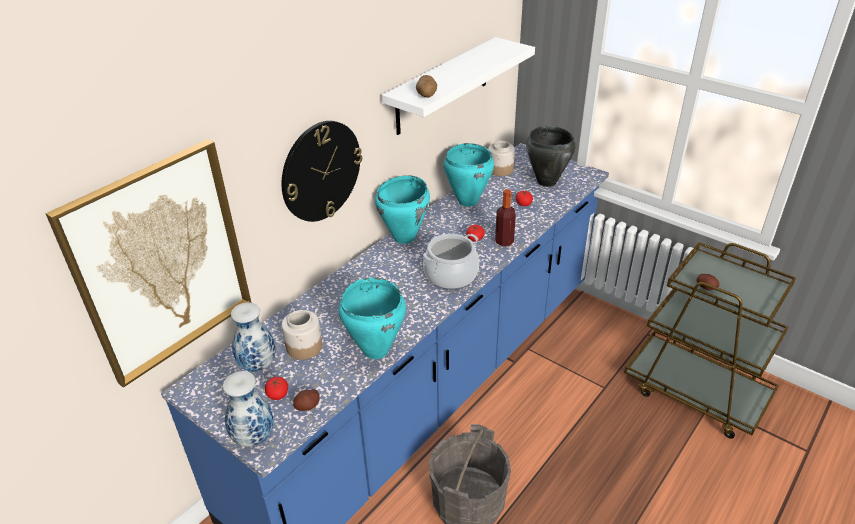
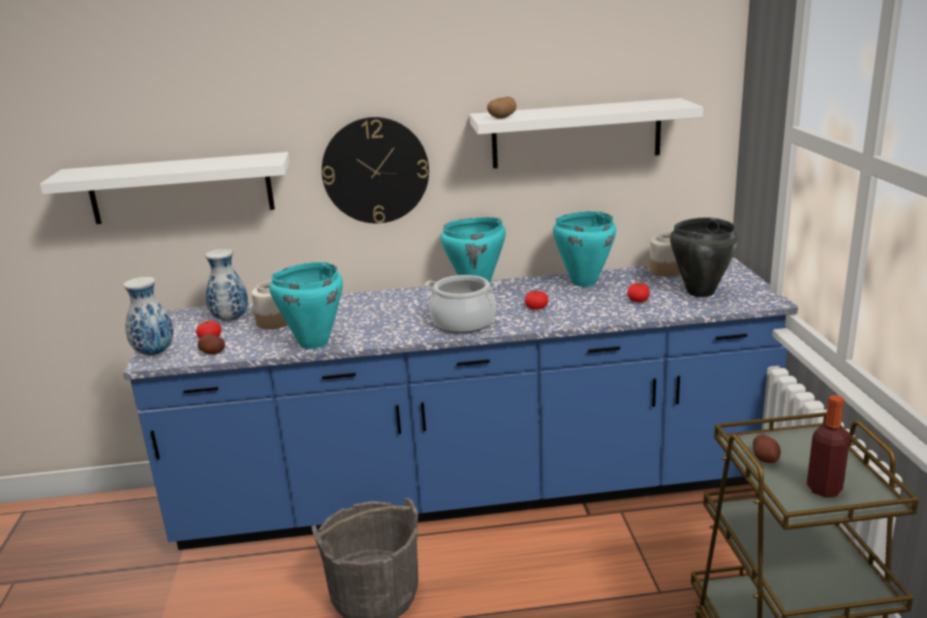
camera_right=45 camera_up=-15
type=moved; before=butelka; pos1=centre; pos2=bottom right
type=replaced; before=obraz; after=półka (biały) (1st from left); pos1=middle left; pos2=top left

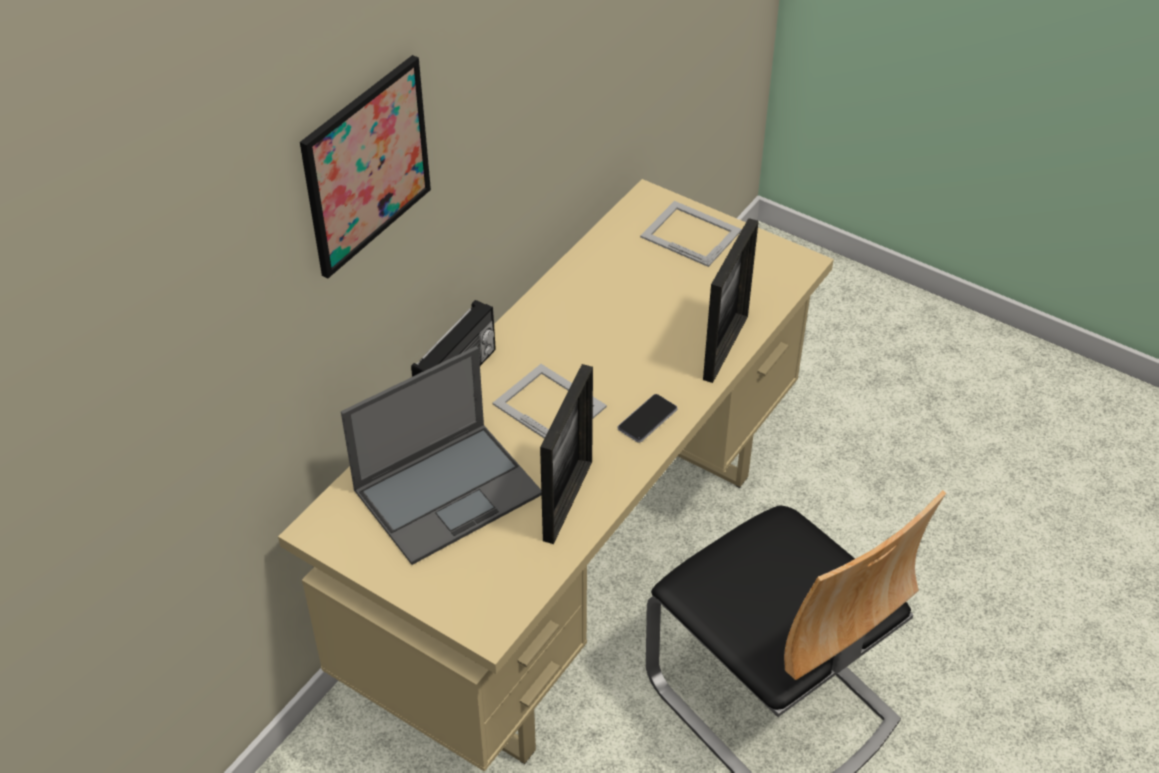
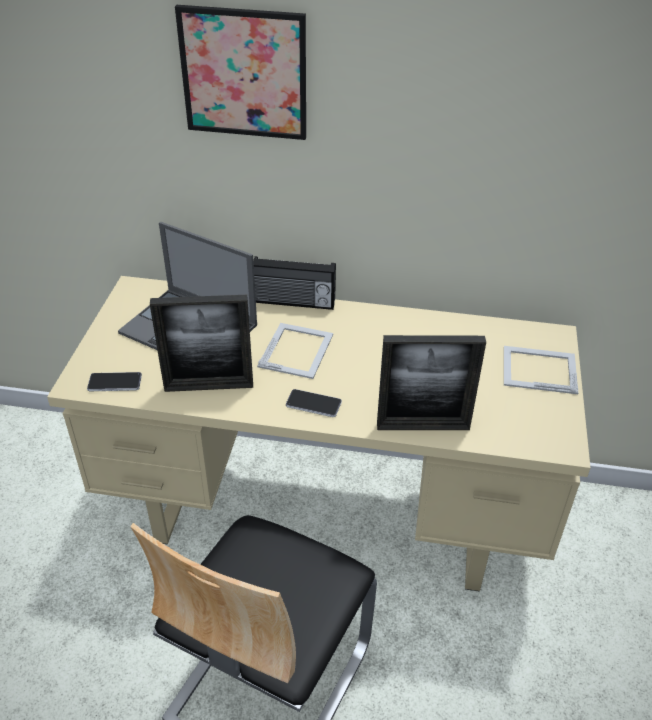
camera_right=65 camera_up=-5
type=added; after=telefon (1st from left); pos2=middle left
type=turned; before=ramka na zdjęcie (3rd from left in the first image); pos1=top centre; pos2=middle right; turn=-90

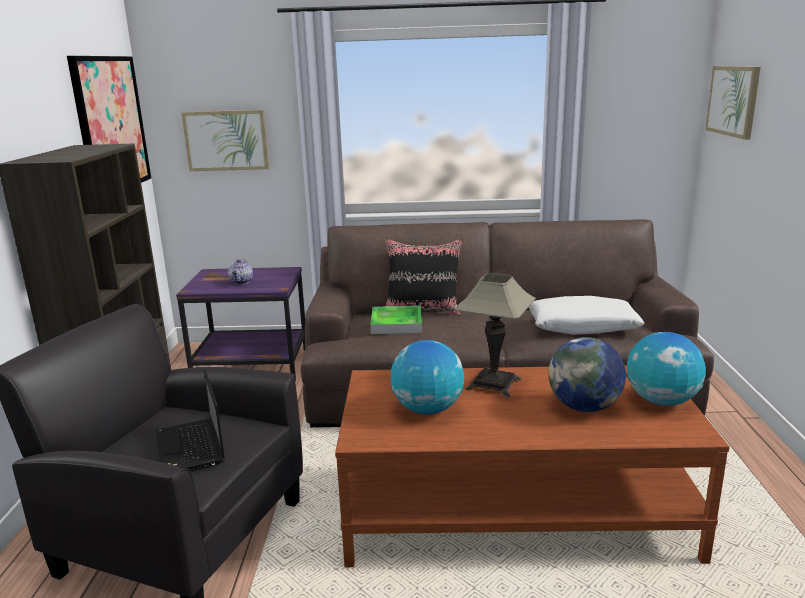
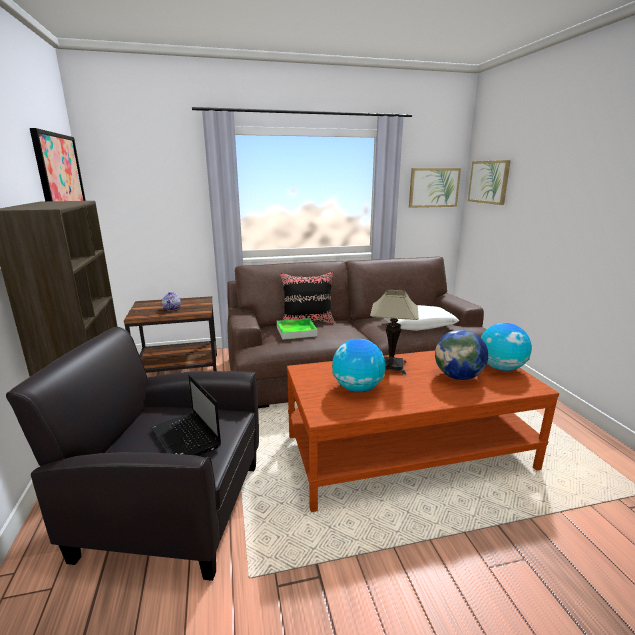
camera_right=-15 camera_up=0
type=moved; before=obraz (2nd from left); pos1=top left; pos2=top right
type=recoloured; before=stolik (fioletowy); after=stolik (brązowy); pos1=middle left; pos2=middle left

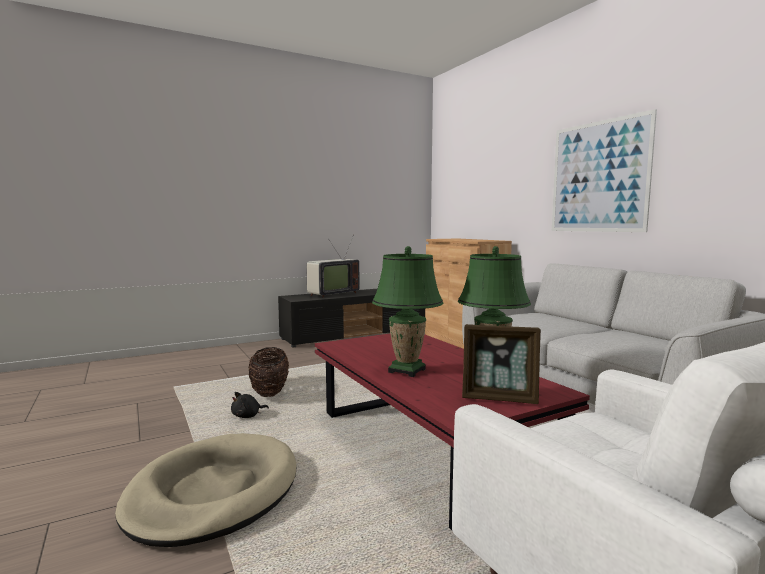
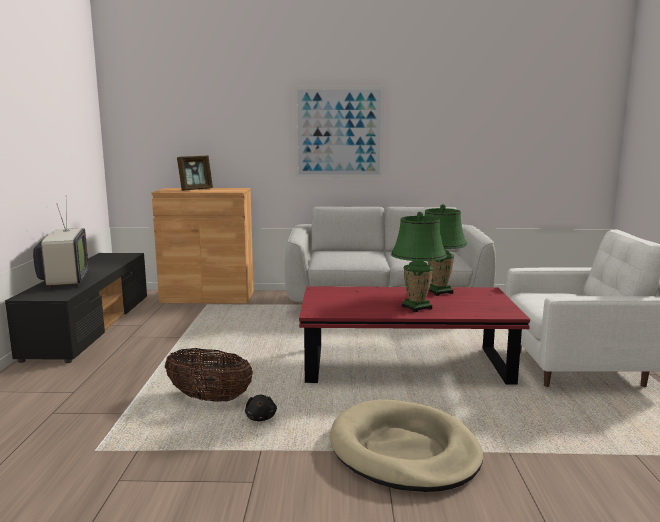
camera_right=-60 camera_up=5
type=moved; before=ramka na zdjęcie; pos1=centre; pos2=top left

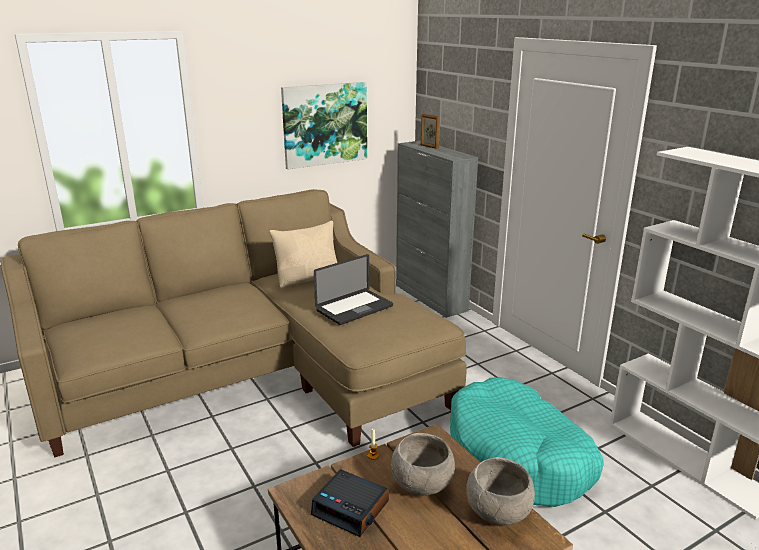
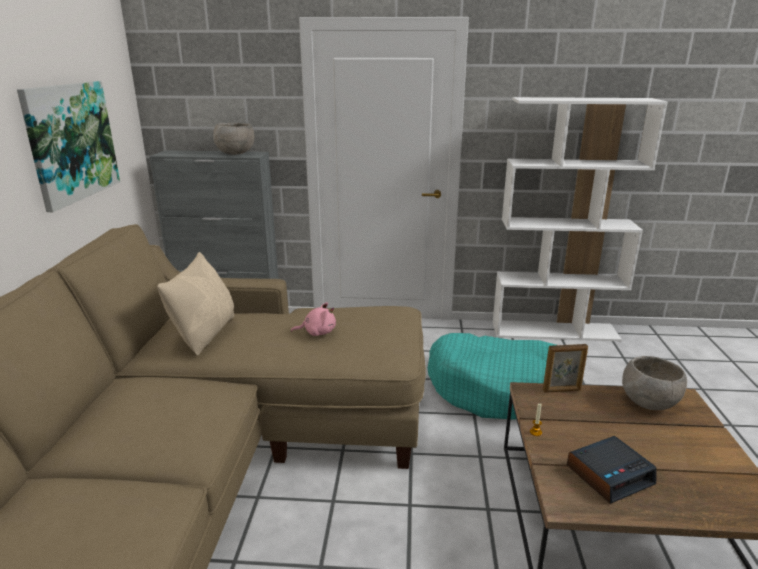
camera_right=-55 camera_up=0
type=moved; before=miska (szary) (1st from left); pos1=bottom centre; pos2=top left
type=moved; before=ramka na zdjęcie; pos1=top centre; pos2=middle right
type=replaced; before=laptop; after=pluszak (różowy); pos1=centre; pos2=centre

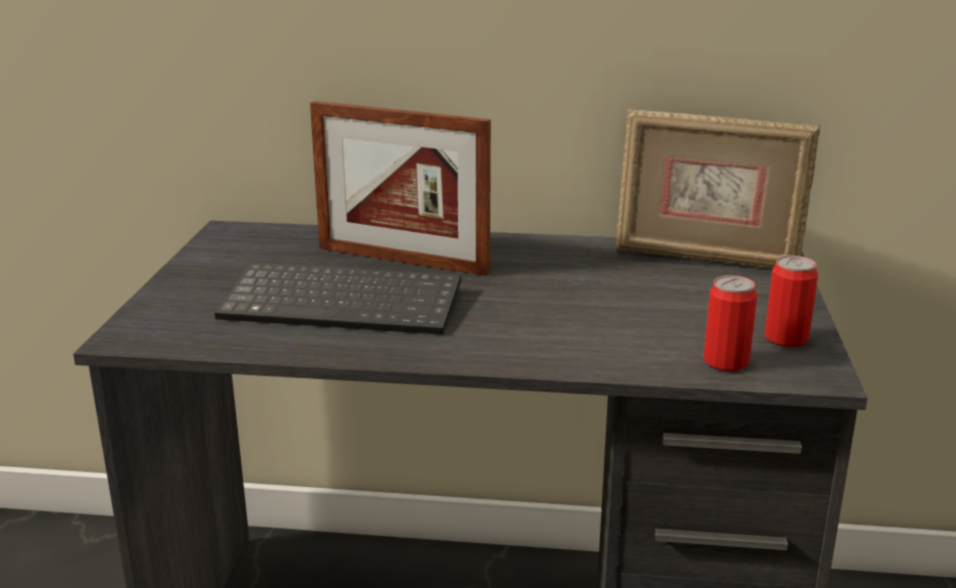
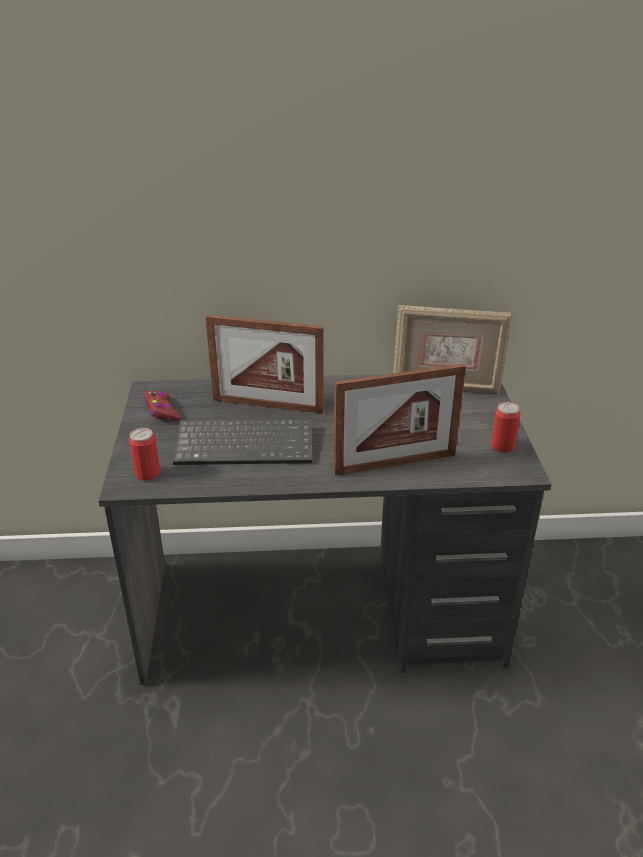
camera_right=-10 camera_up=10
type=added; after=pad do gier (czerwony); pos2=middle left
type=added; after=ramka na zdjęcie (2nd from left); pos2=centre
type=moved; before=puszka (1st from left); pos1=middle right; pos2=middle left

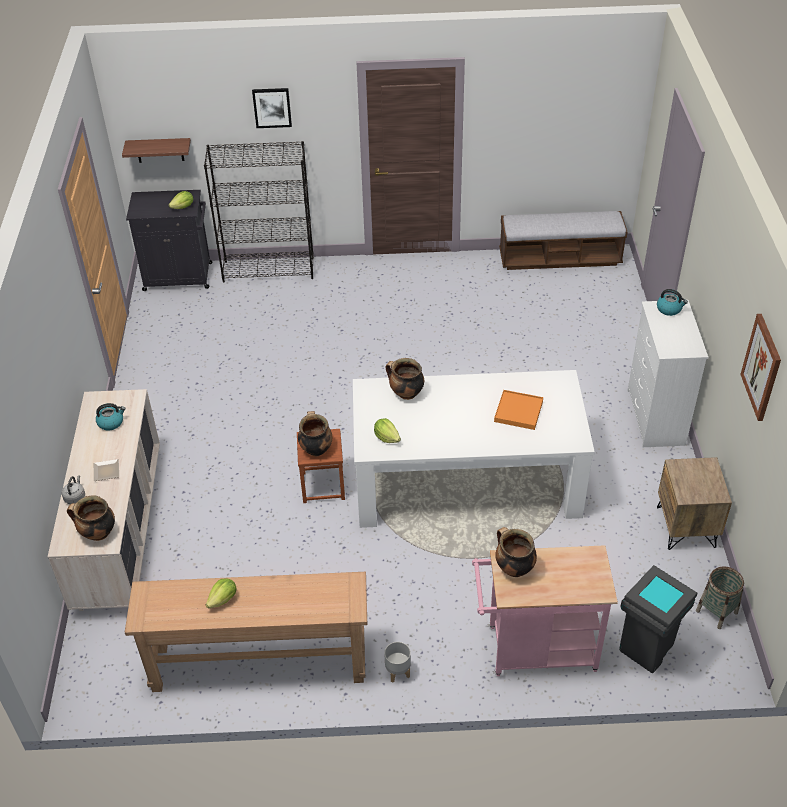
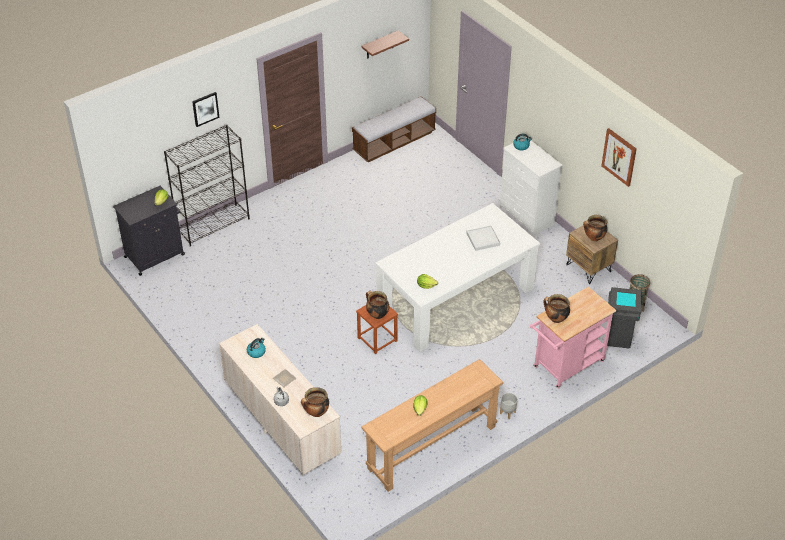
camera_right=-35 camera_up=0
type=moved; before=półka; pos1=top left; pos2=top centre
type=moved; before=garnek (3rd from left in the first image); after=garnek (4th from left); pos1=centre; pos2=middle right
type=recoloured; before=taca (pomarańczowy); after=taca (biały); pos1=centre; pos2=centre

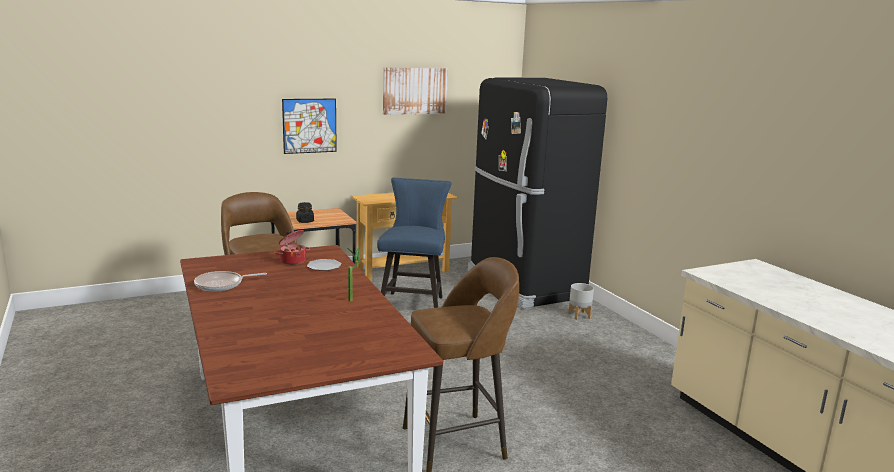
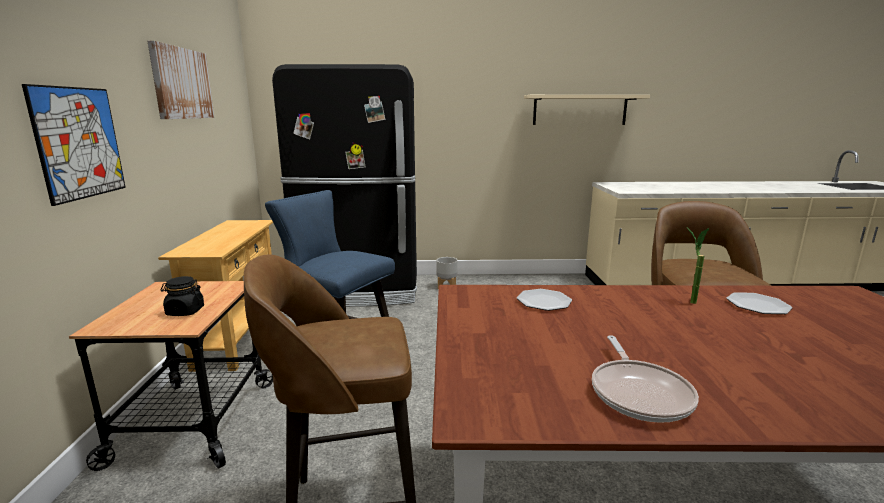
camera_right=-65 camera_up=0
type=removed; before=garnek; pos1=middle left
type=added; after=półka (beżowy); pos2=top centre
type=added; after=talerz (2nd from left); pos2=middle right

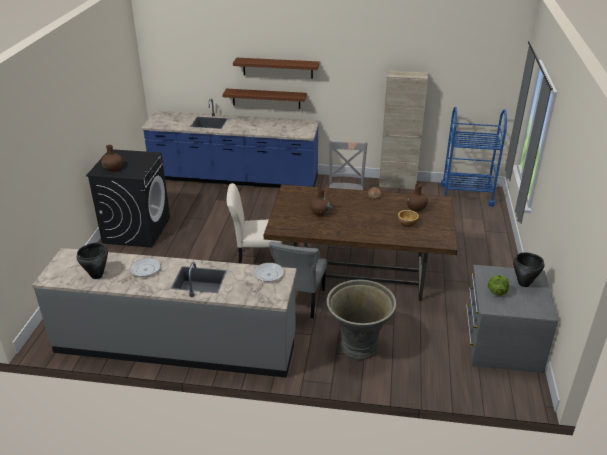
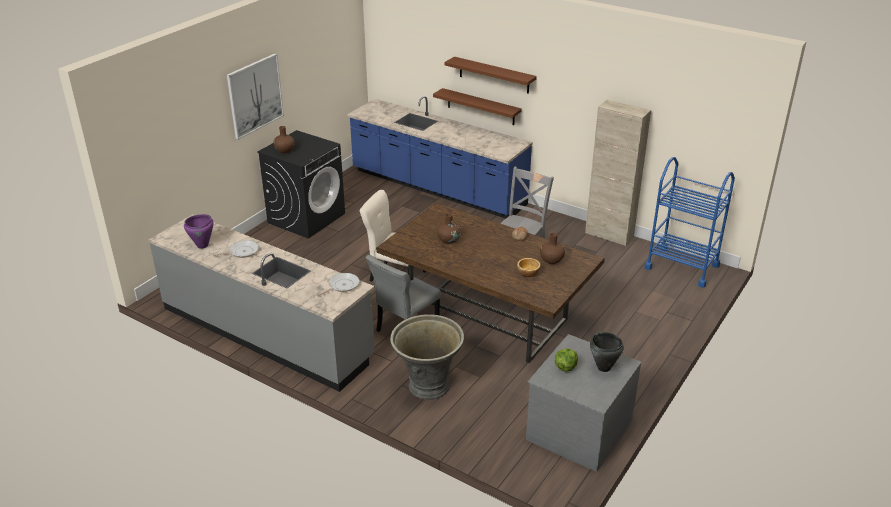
camera_right=25 camera_up=0
type=added; after=obraz; pos2=top left
type=recoloured; before=garnek (czarny) (1st from left); after=garnek (fioletowy); pos1=middle left; pos2=middle left

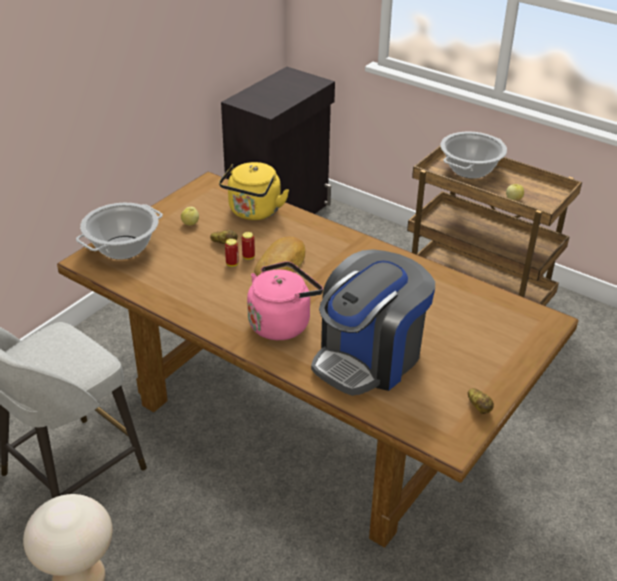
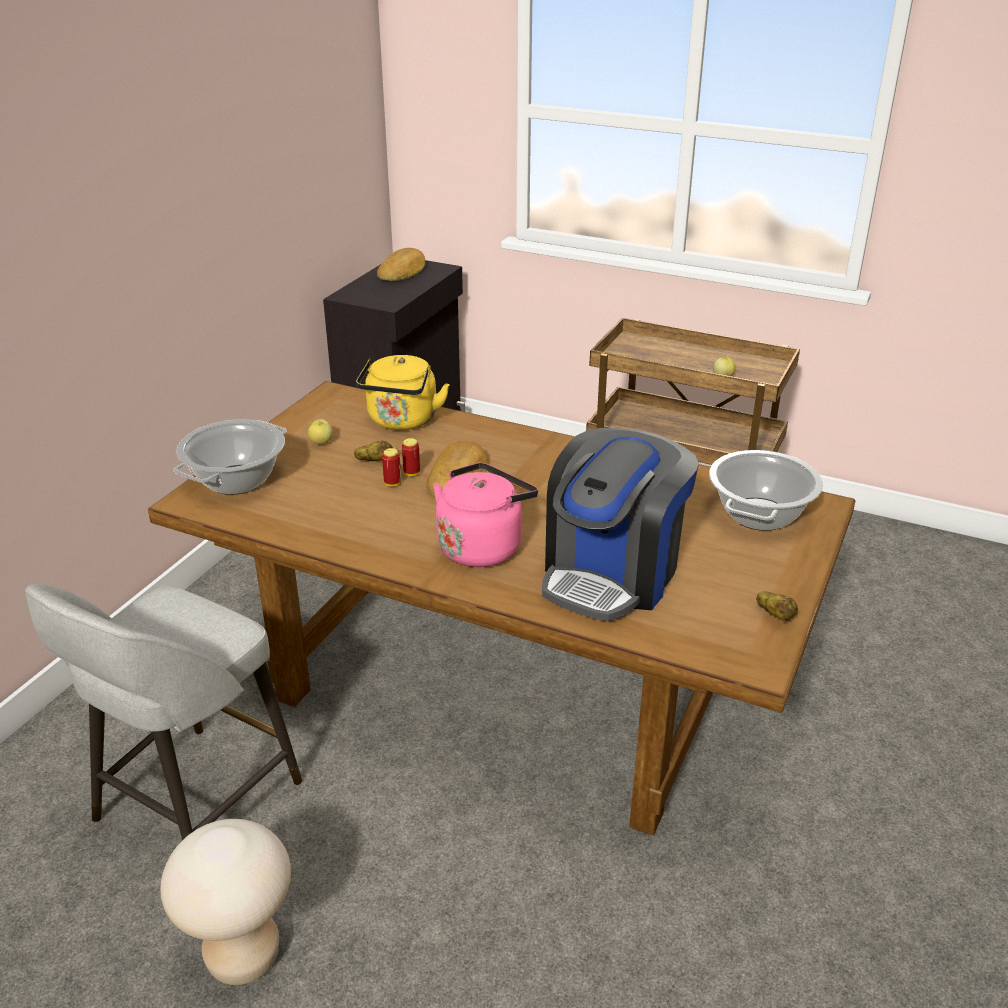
camera_right=-10 camera_up=-5
type=added; after=chleb (1st from left); pos2=top centre
type=moved; before=garnek (2nd from left); pos1=top right; pos2=middle right

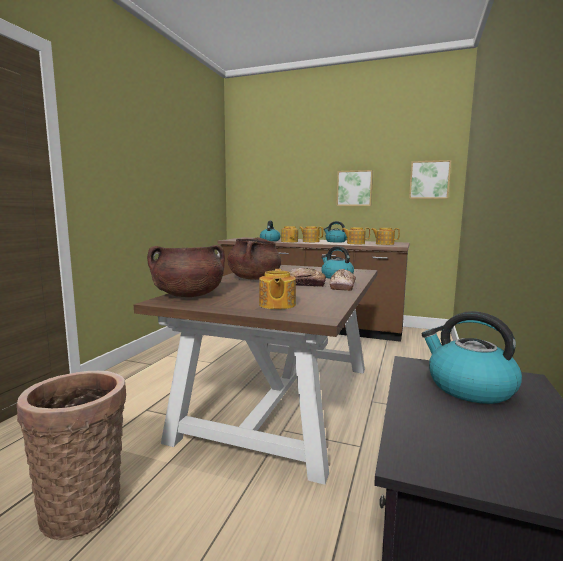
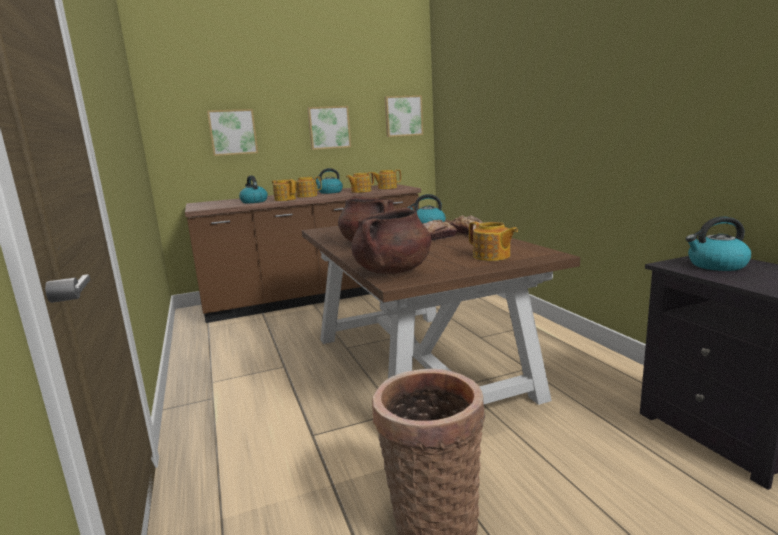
camera_right=-40 camera_up=5
type=added; after=obraz (1st from left); pos2=top left

